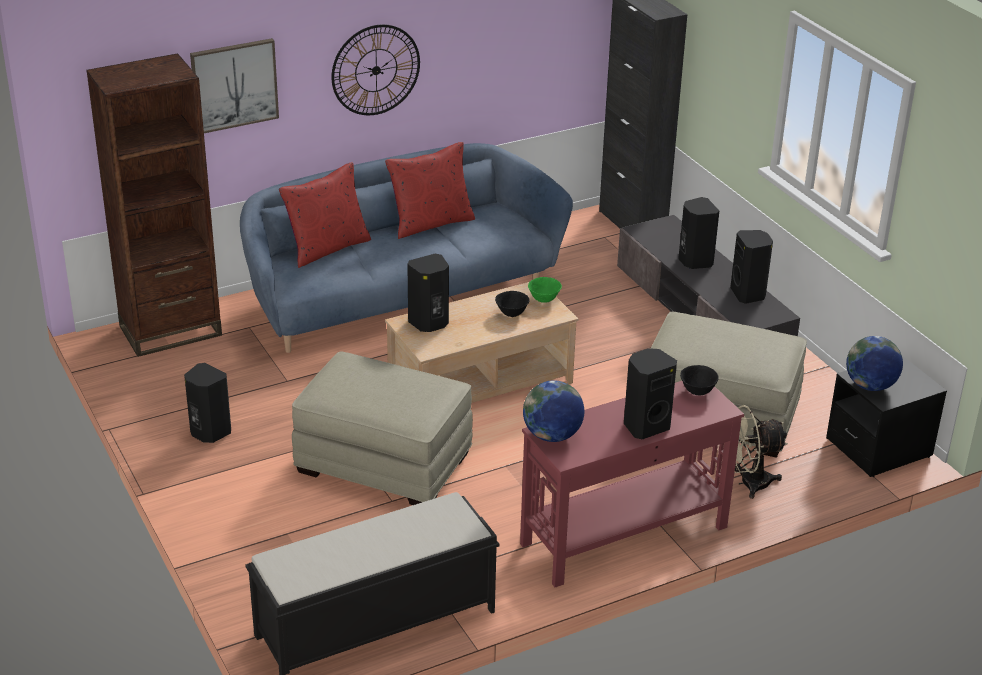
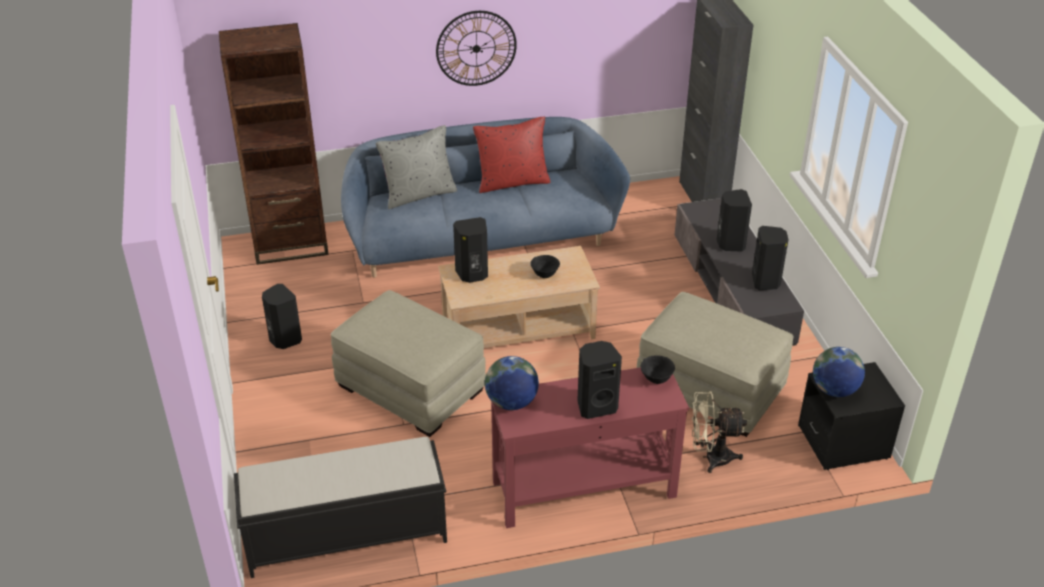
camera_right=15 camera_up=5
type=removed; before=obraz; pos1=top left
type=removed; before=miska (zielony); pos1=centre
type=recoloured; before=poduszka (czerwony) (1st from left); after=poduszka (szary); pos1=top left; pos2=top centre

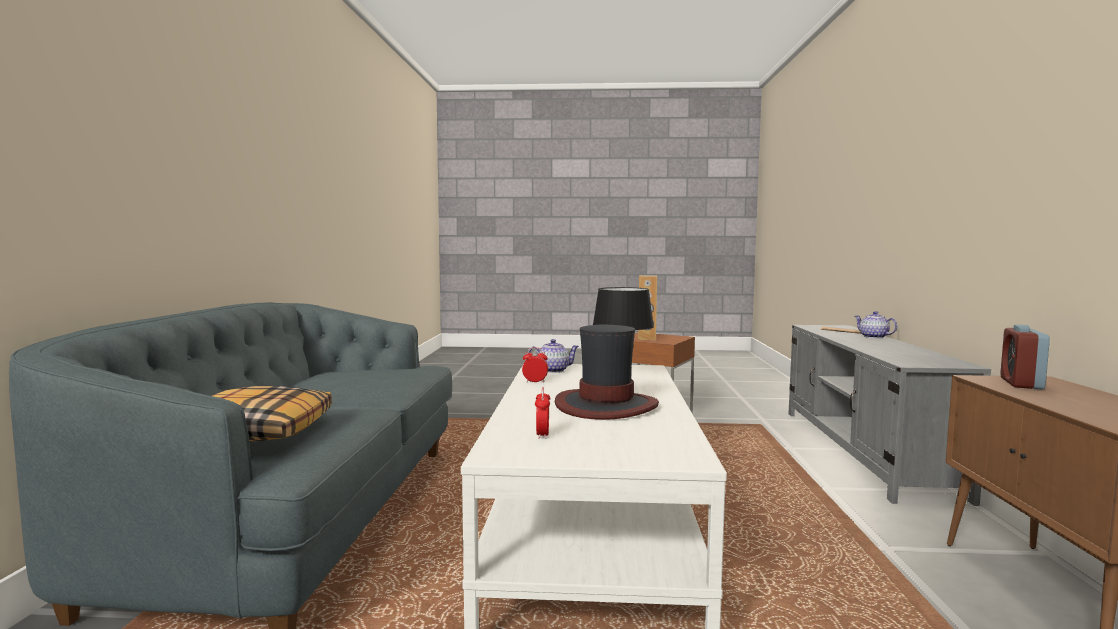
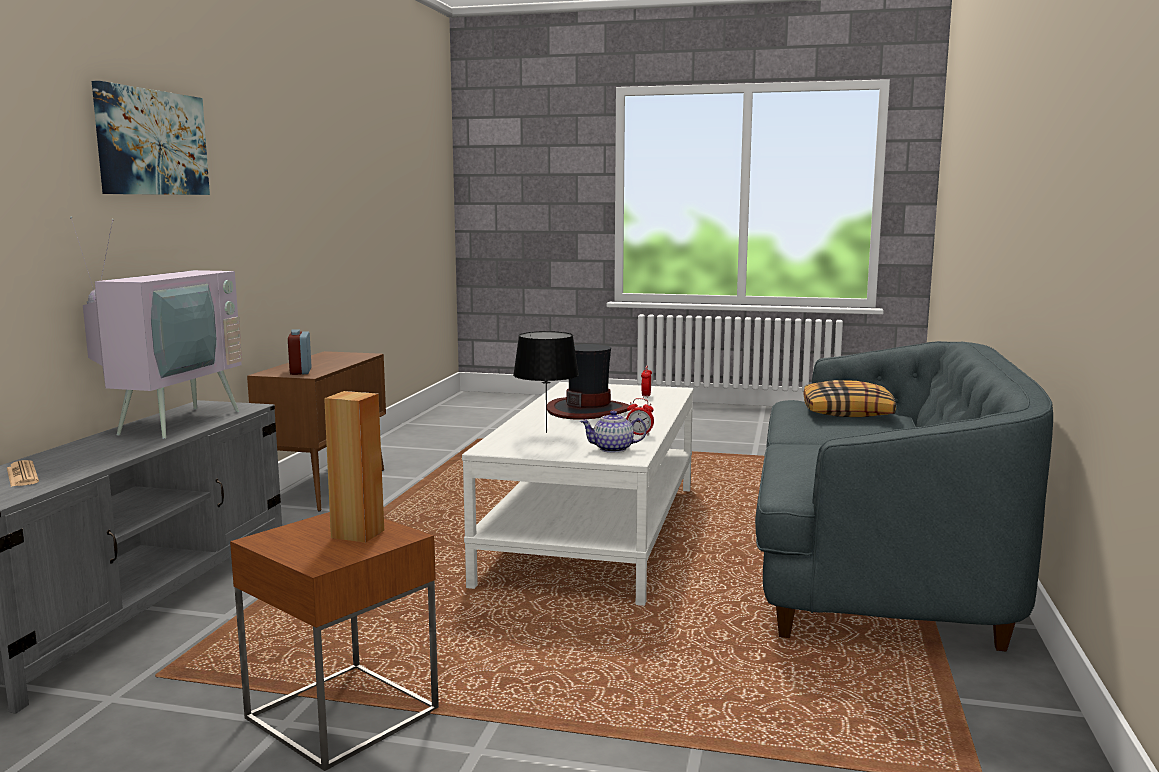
camera_right=-170 camera_up=5
type=removed; before=imbryk (2nd from left); pos1=middle right
type=added; after=telewizor; pos2=middle left
type=added; after=obraz; pos2=top left
type=turned; before=budzik (3rd from left in the first image); pos1=middle right; pos2=middle left; turn=135

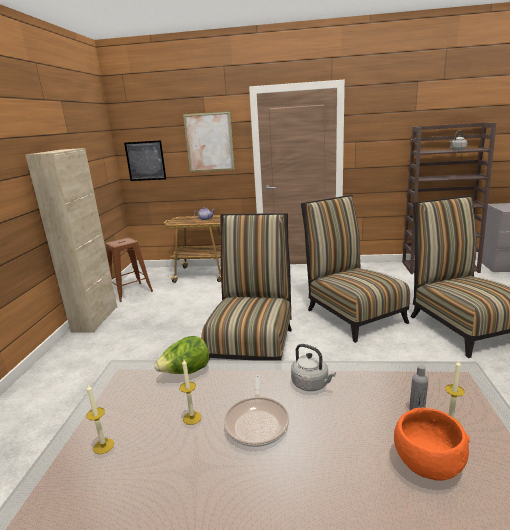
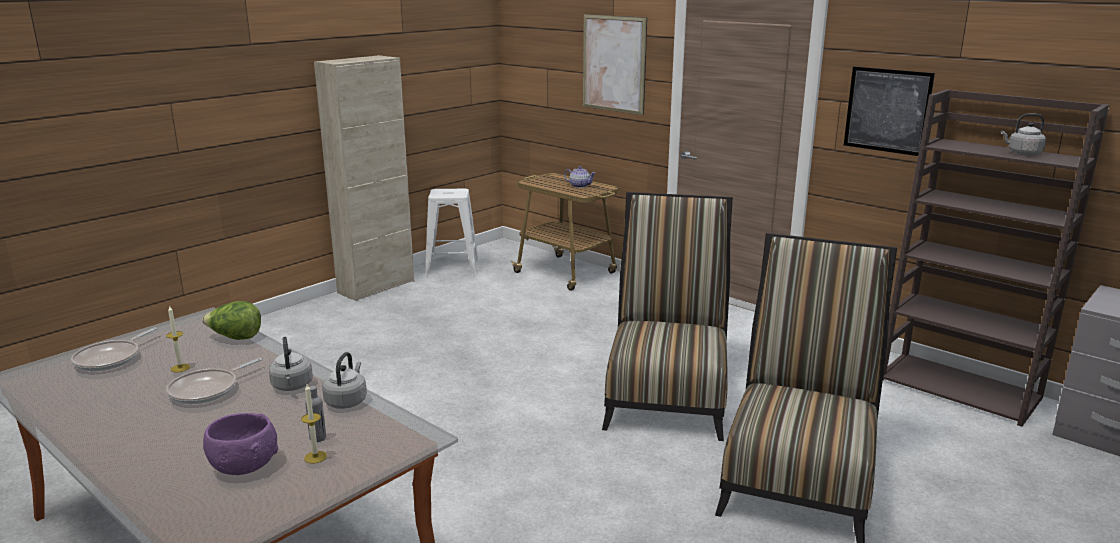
camera_right=35 camera_up=0
type=removed; before=krzesło (1st from left); pos1=centre
type=added; after=czajnik (szary) (2nd from left); pos2=bottom left
type=moved; before=obraz (1st from left in the first image); after=obraz (2nd from left); pos1=top left; pos2=top right
type=replaced; before=świeca (1st from left); after=patelnia (1st from left); pos1=bottom left; pos2=middle left
type=recoloured; before=stołek (brązowy); after=stołek (biały); pos1=middle left; pos2=centre
type=recoloured; before=miska (pomarańczowy); after=miska (fioletowy); pos1=bottom right; pos2=bottom left

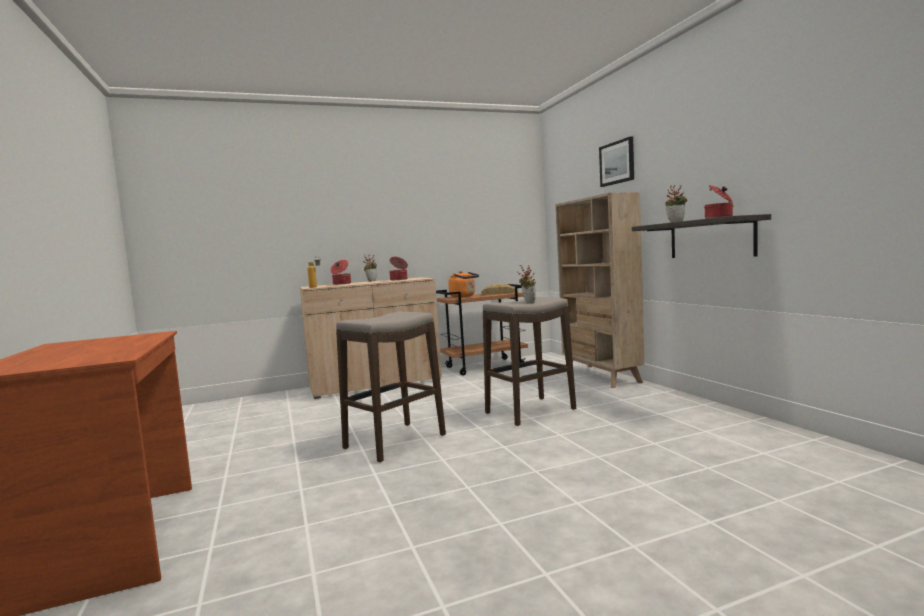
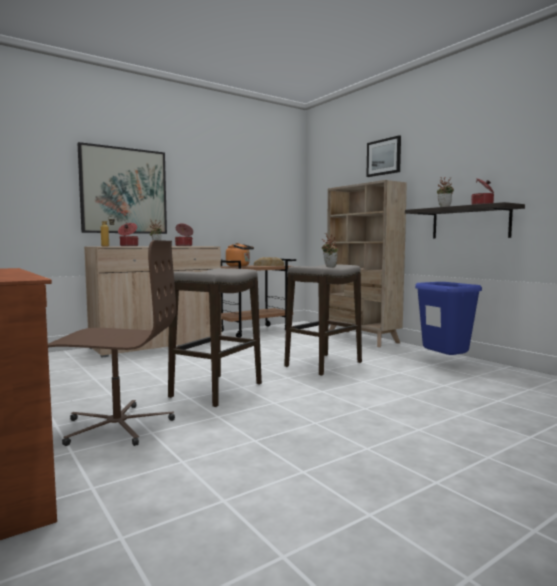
camera_right=-15 camera_up=0
type=added; after=krzesło biurowe (brązowy); pos2=middle left
type=added; after=obraz (1st from left); pos2=top left
type=added; after=kosz na śmieci (niebieski); pos2=middle right

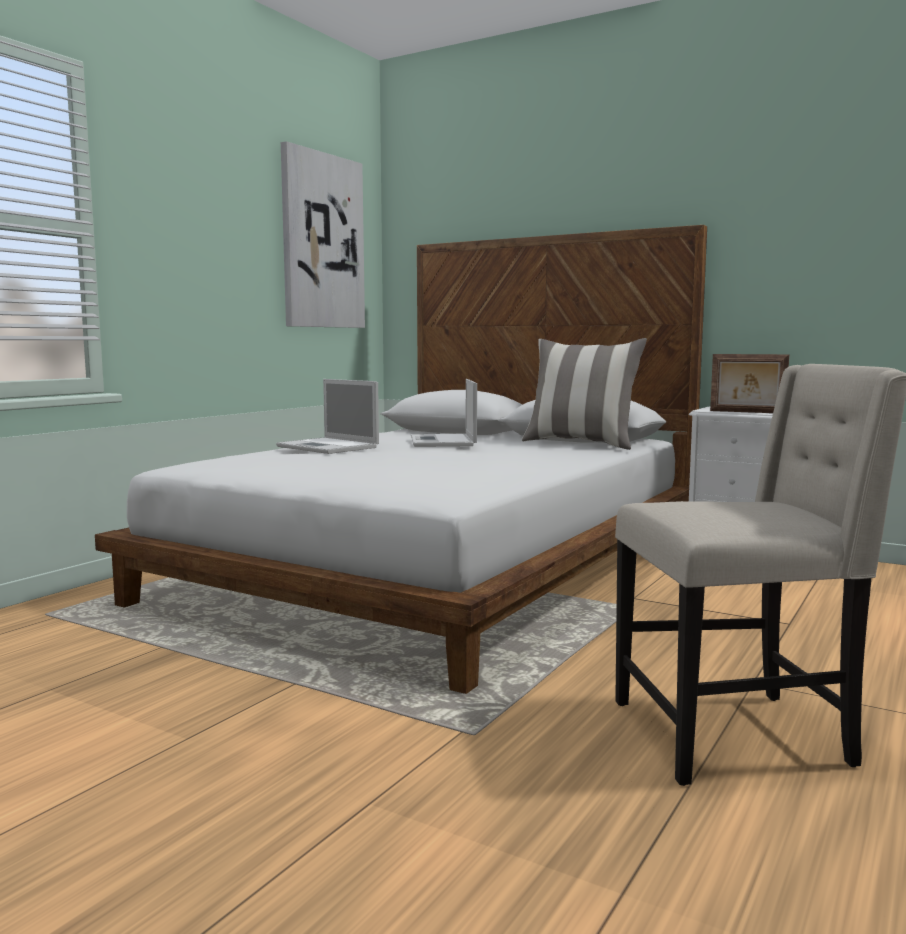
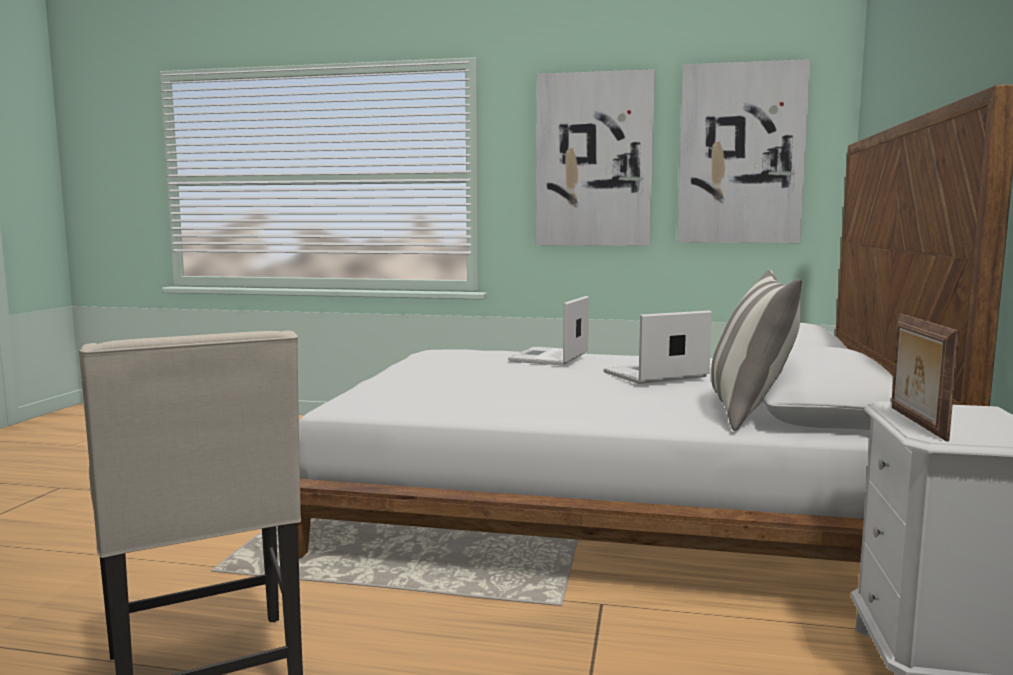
camera_right=70 camera_up=0
type=added; after=obraz (1st from left); pos2=top centre

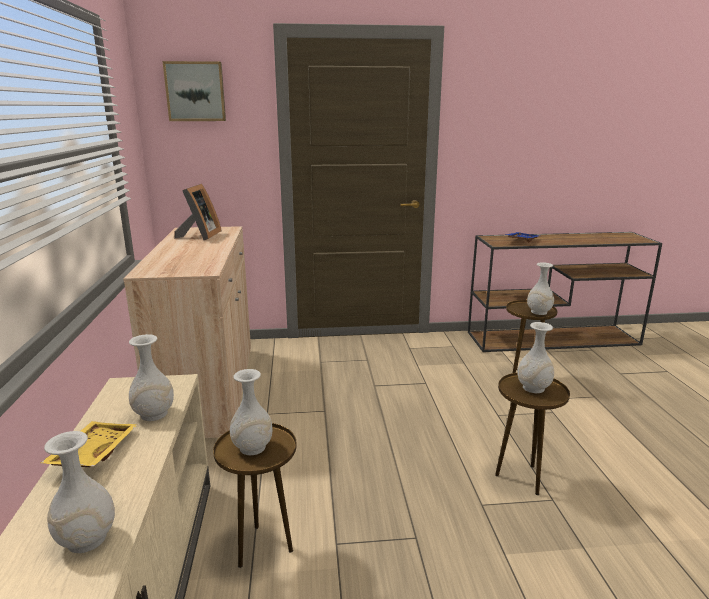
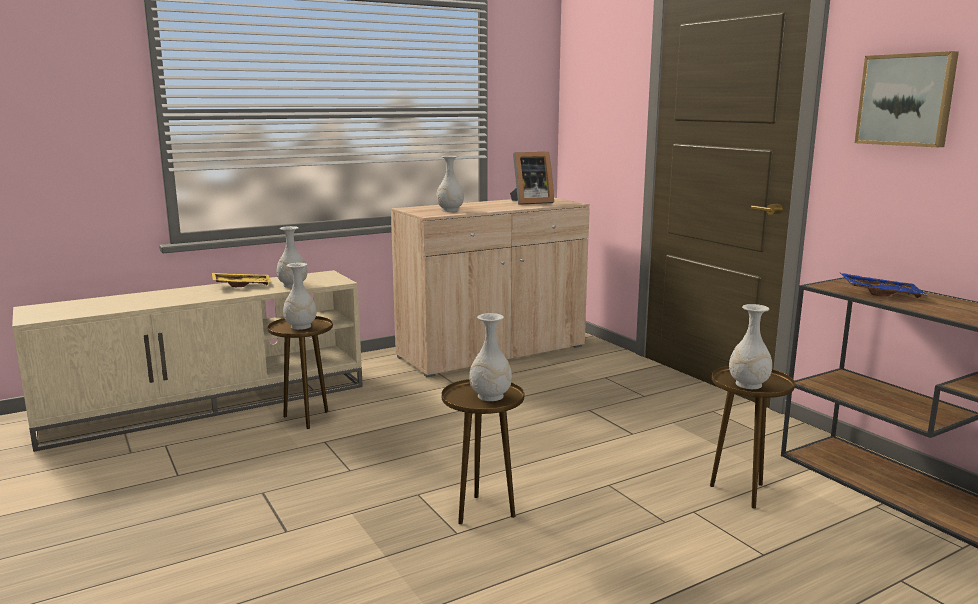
camera_right=65 camera_up=-5
type=moved; before=wazon (biały) (1st from left in the first image); after=wazon (biały) (3rd from left); pos1=bottom left; pos2=top centre
type=moved; before=obraz; pos1=top left; pos2=top right

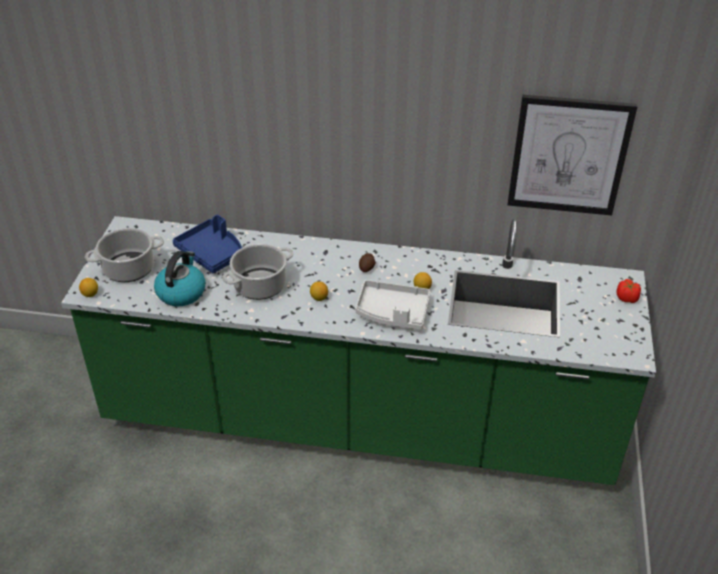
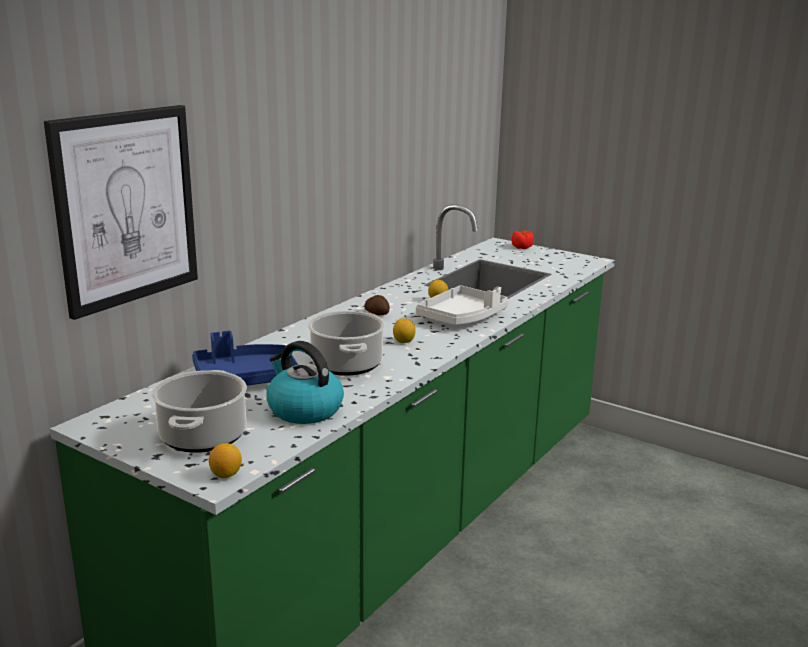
camera_right=-65 camera_up=-20
type=moved; before=obraz; pos1=top right; pos2=top left

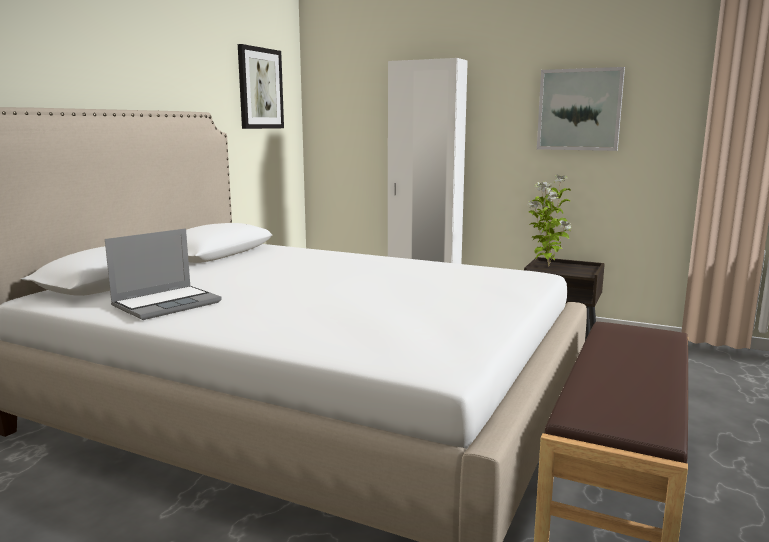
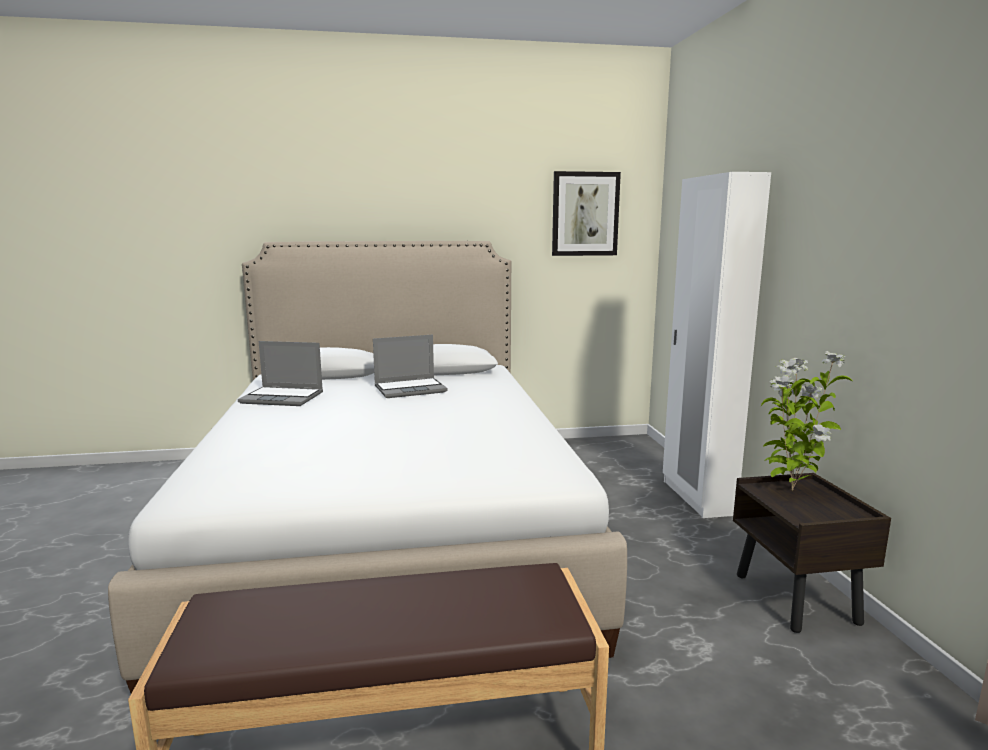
camera_right=55 camera_up=0
type=removed; before=obraz (2nd from left); pos1=top right
type=added; after=laptop (2nd from left); pos2=centre

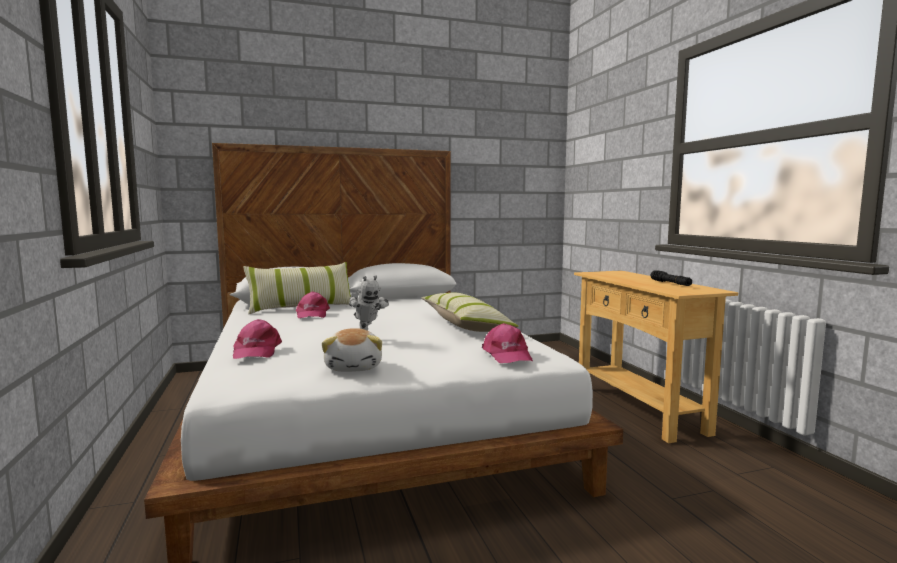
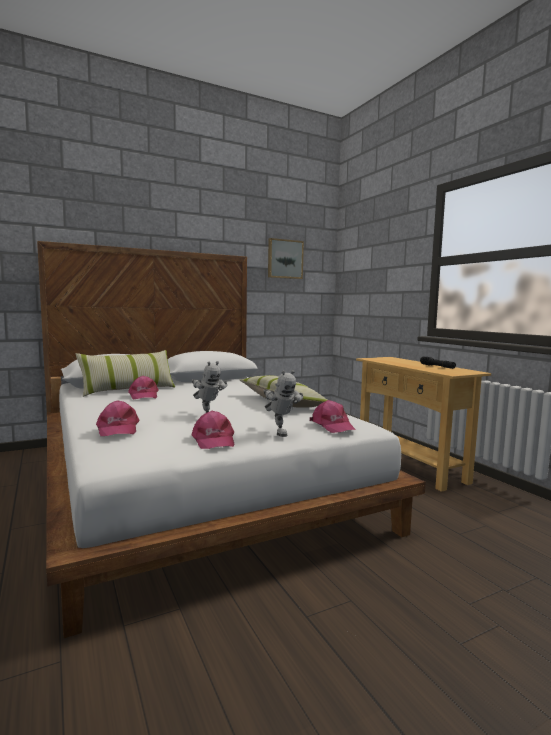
camera_right=-10 camera_up=0
type=added; after=robot zabawkowy (2nd from left); pos2=centre
type=added; after=obraz; pos2=centre
type=replaced; before=pluszak; after=czapka z daszkiem (różowy) (3rd from left); pos1=centre; pos2=centre

